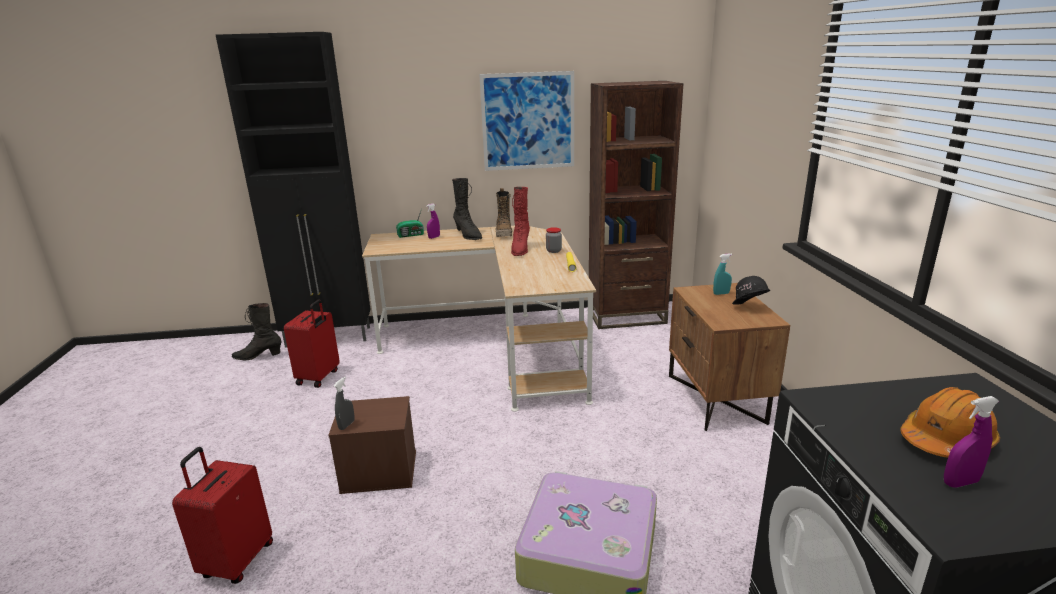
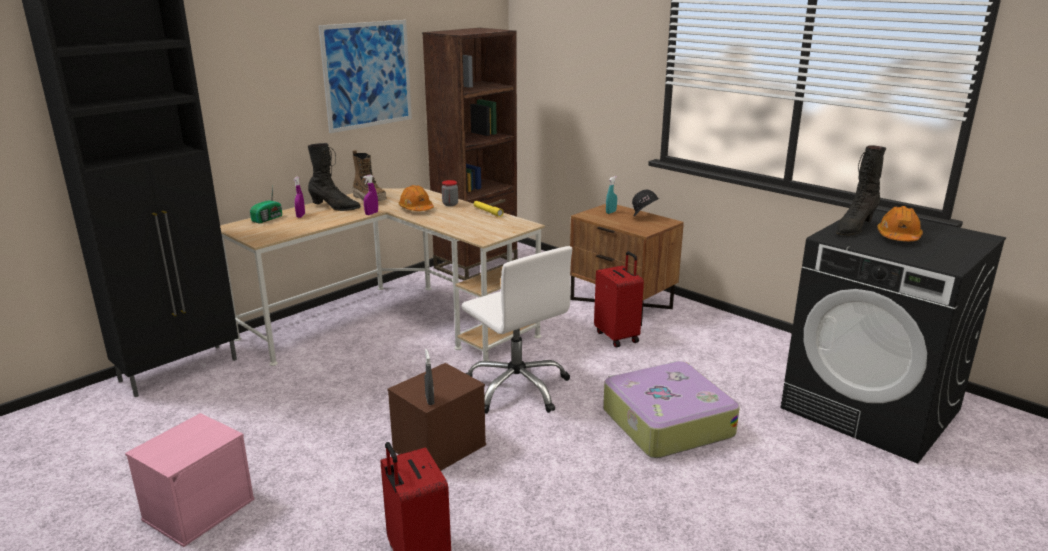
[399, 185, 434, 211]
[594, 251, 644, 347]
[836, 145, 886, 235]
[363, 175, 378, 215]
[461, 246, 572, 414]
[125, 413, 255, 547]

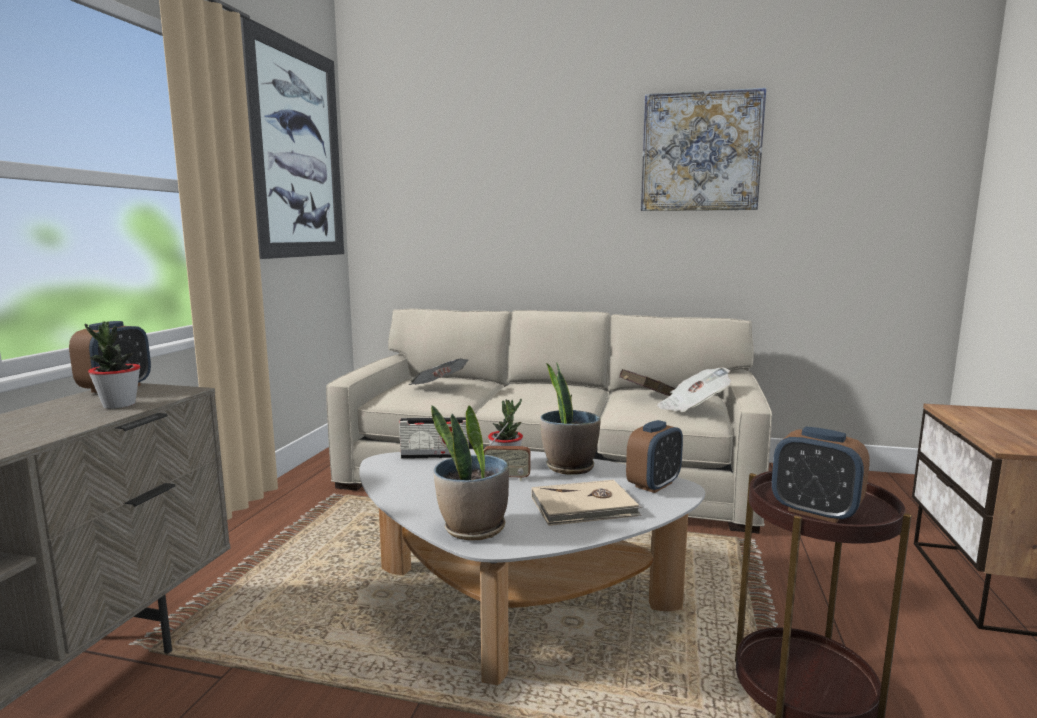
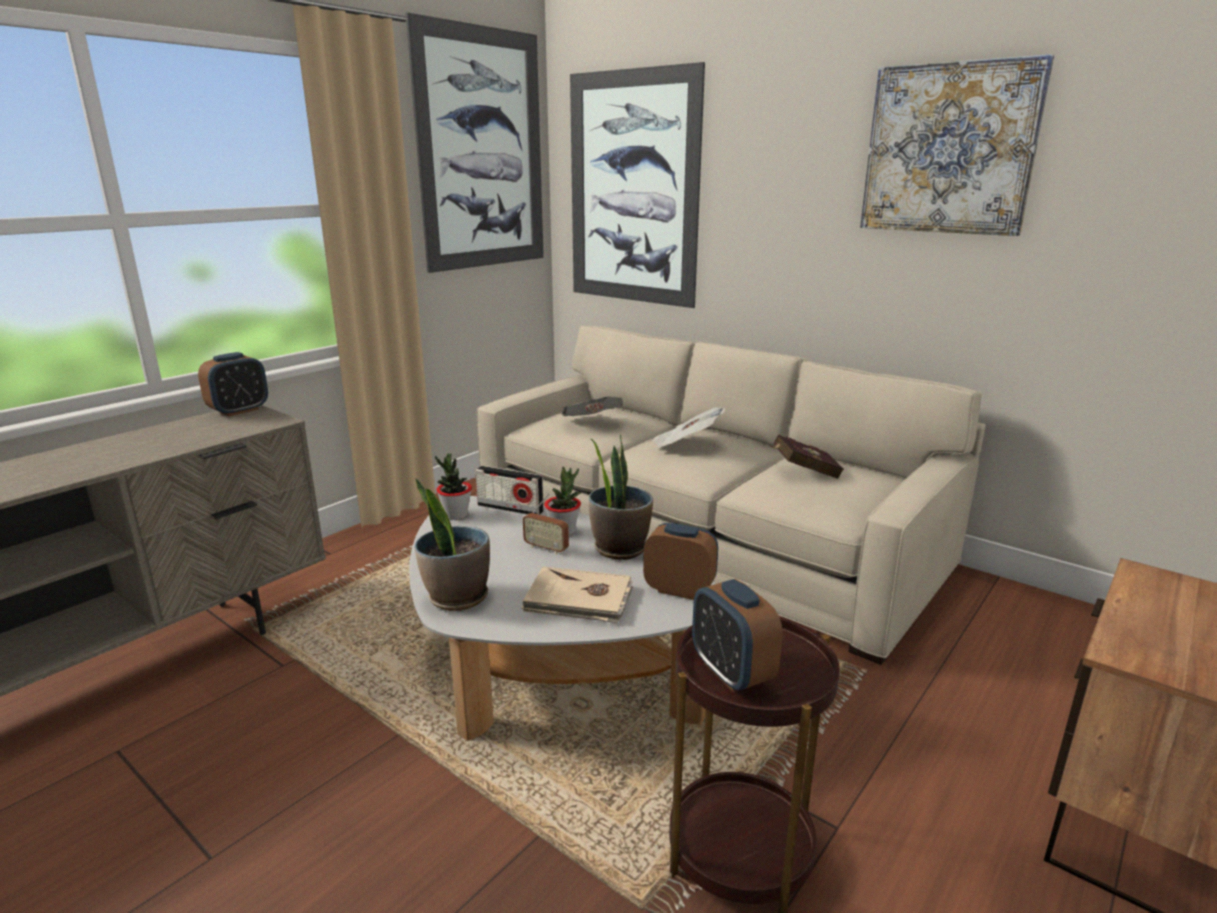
[435, 453, 472, 520]
[653, 407, 725, 448]
[643, 523, 718, 600]
[570, 62, 705, 308]

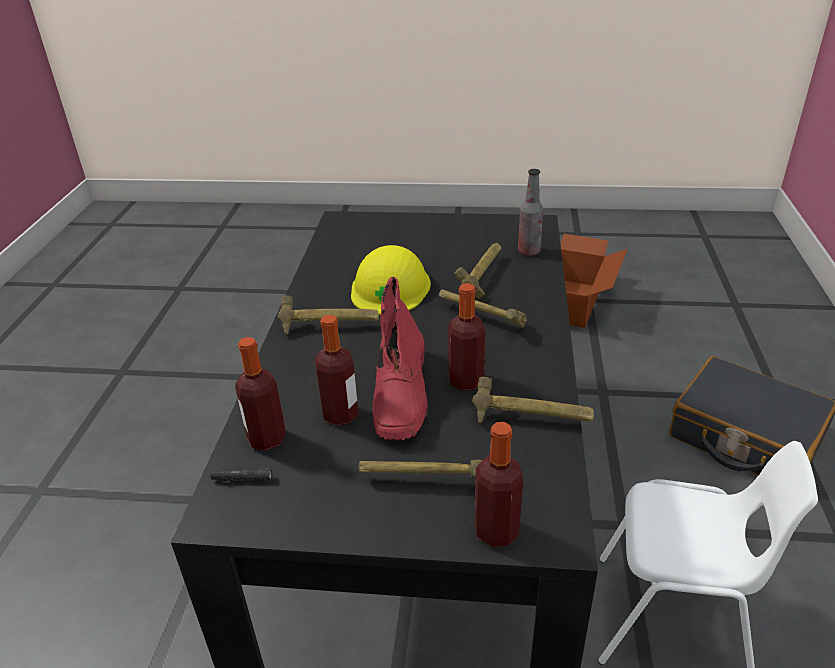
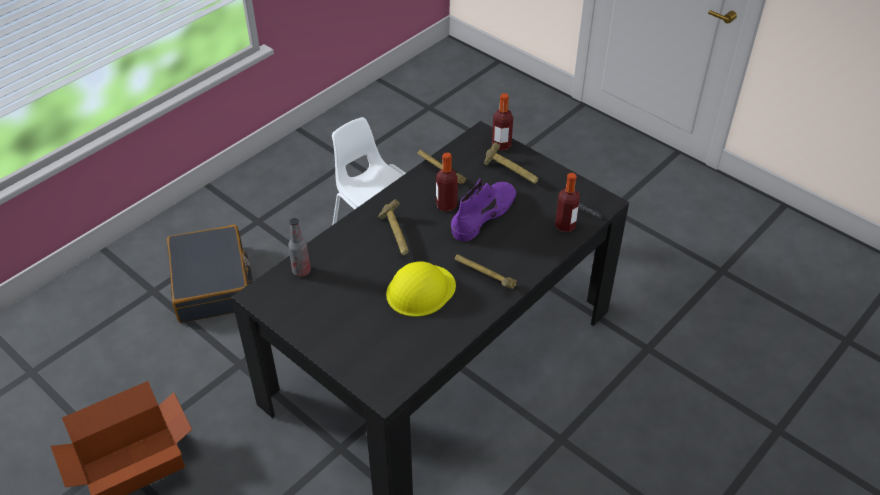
[454, 243, 501, 299] (first image)
[451, 178, 516, 241]
[315, 315, 359, 426] (first image)

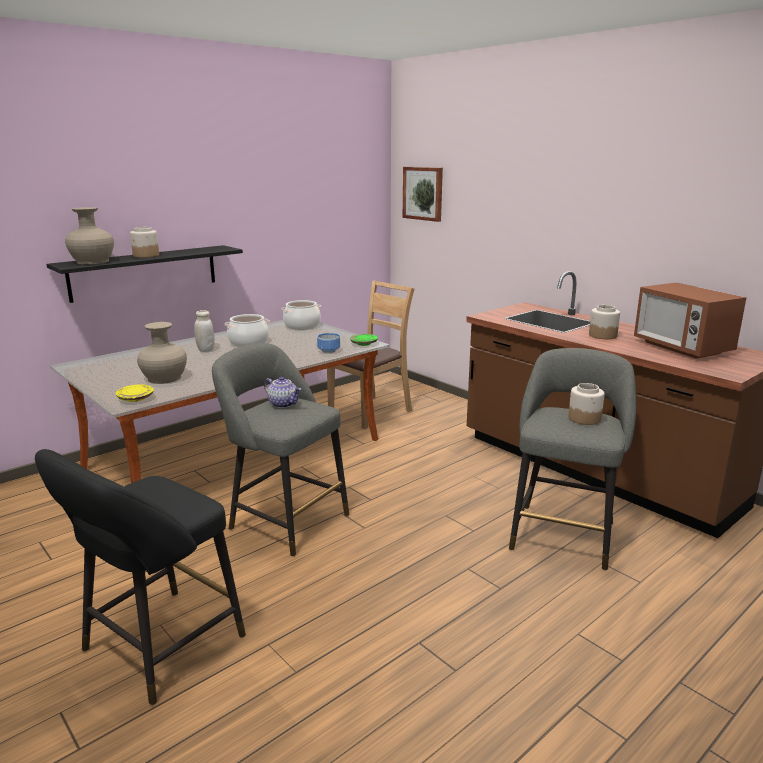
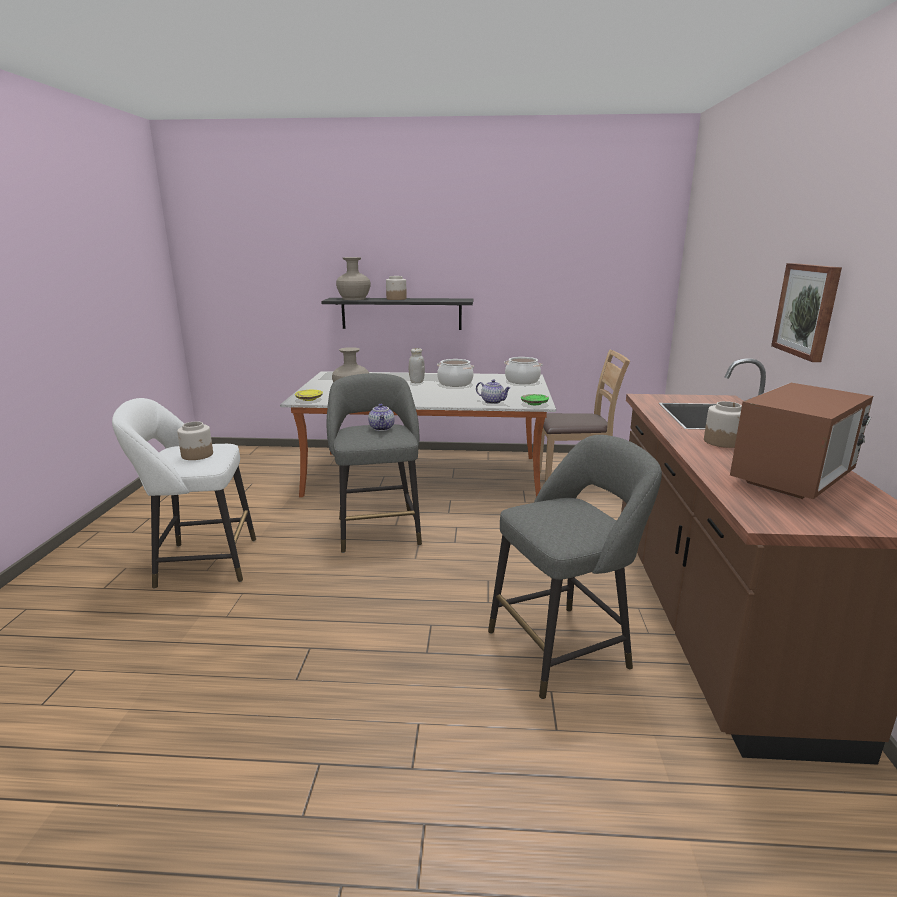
[771, 263, 842, 362]
[730, 383, 873, 499]
[476, 380, 511, 404]
[177, 421, 213, 460]
[112, 398, 256, 589]

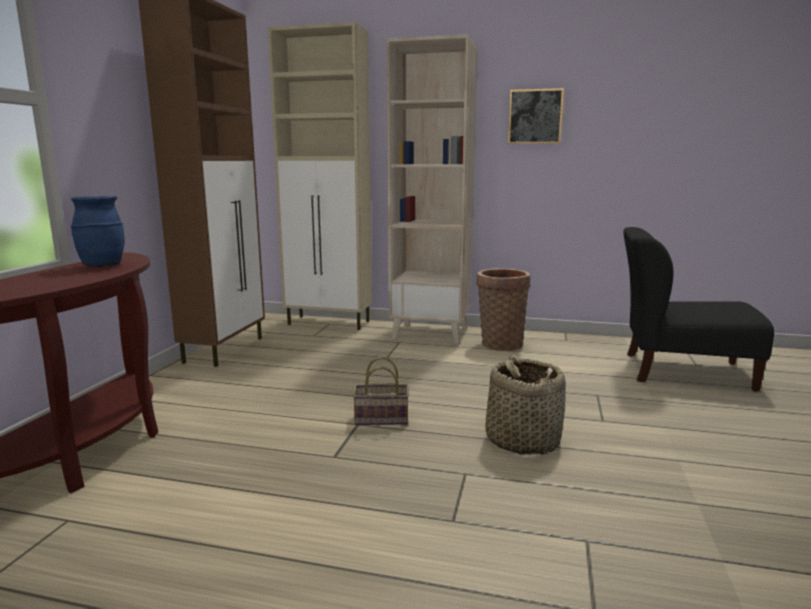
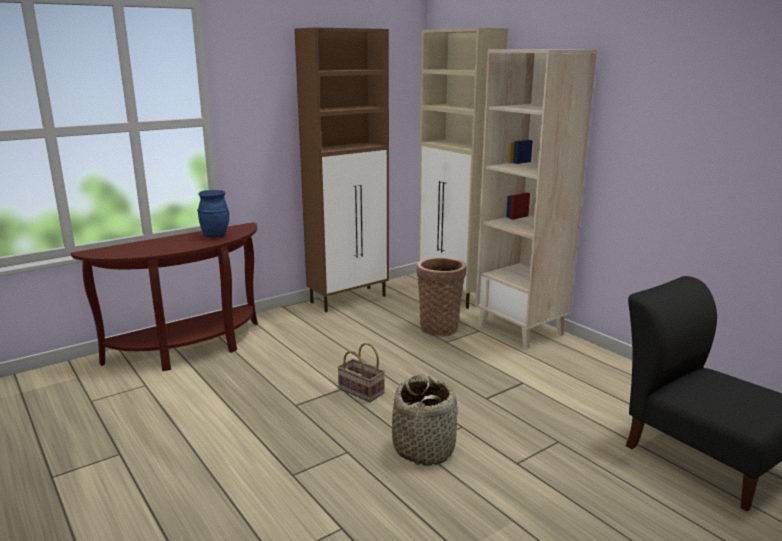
[508, 88, 564, 144] (first image)
[417, 257, 466, 337]

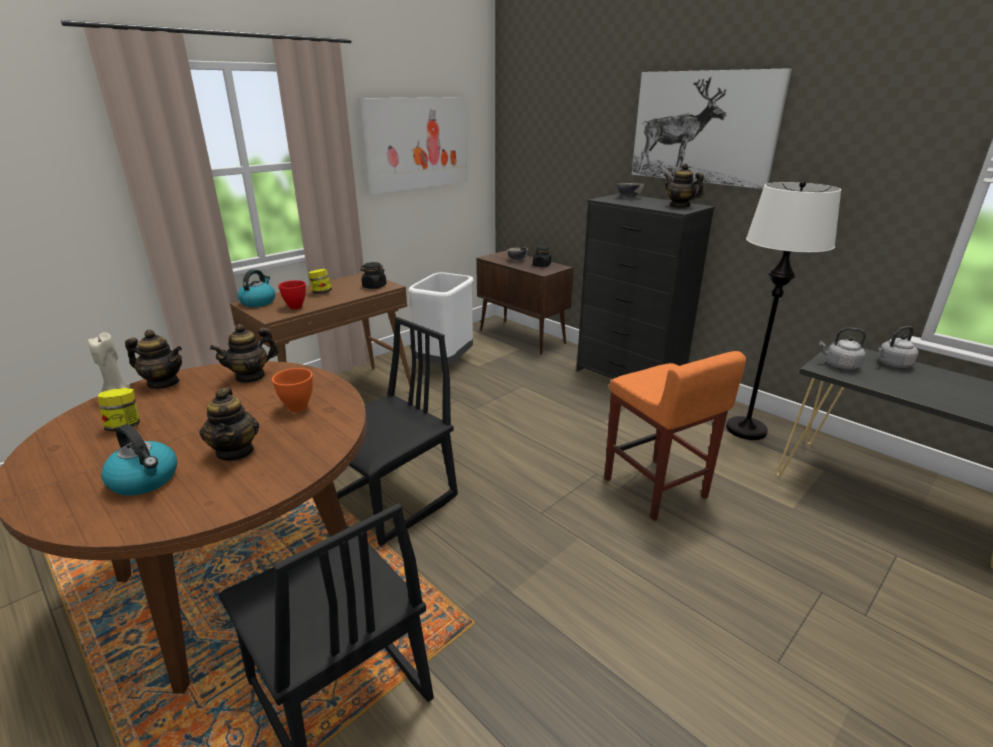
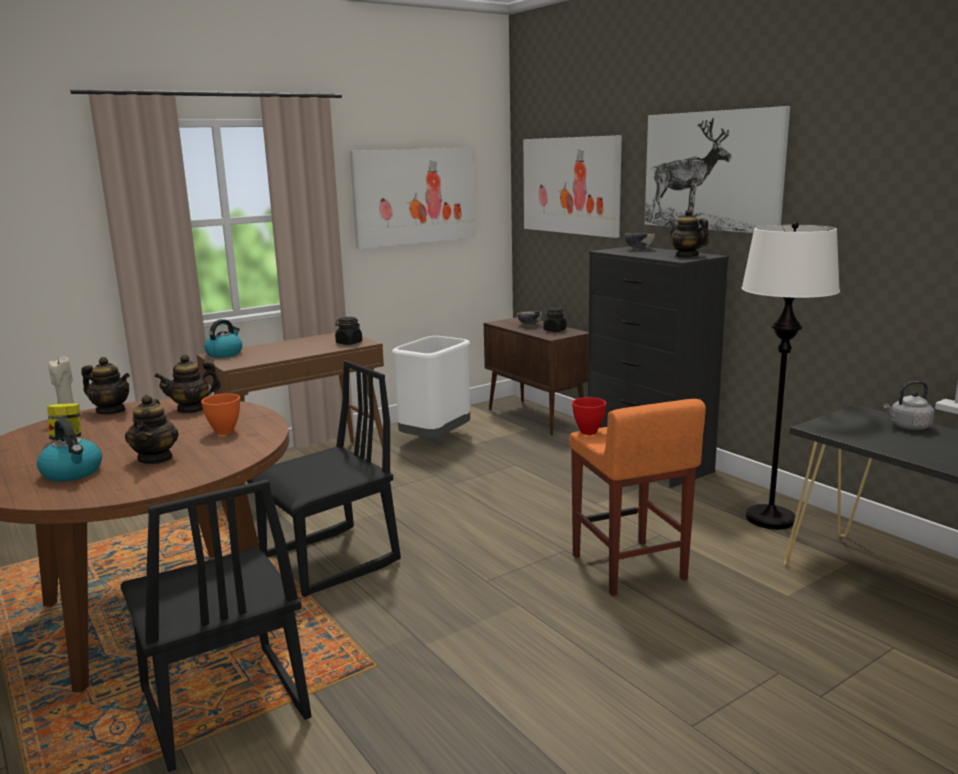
[308, 269, 332, 294] (first image)
[572, 397, 606, 435]
[819, 328, 866, 369] (first image)
[523, 135, 622, 238]

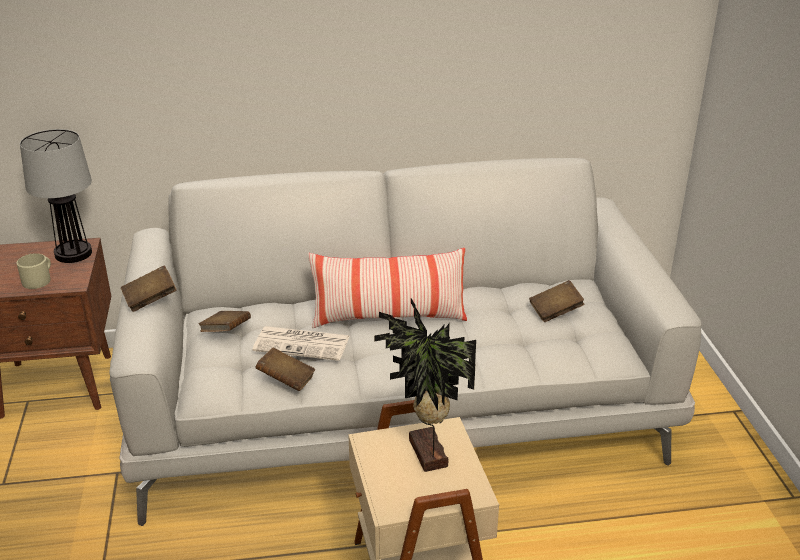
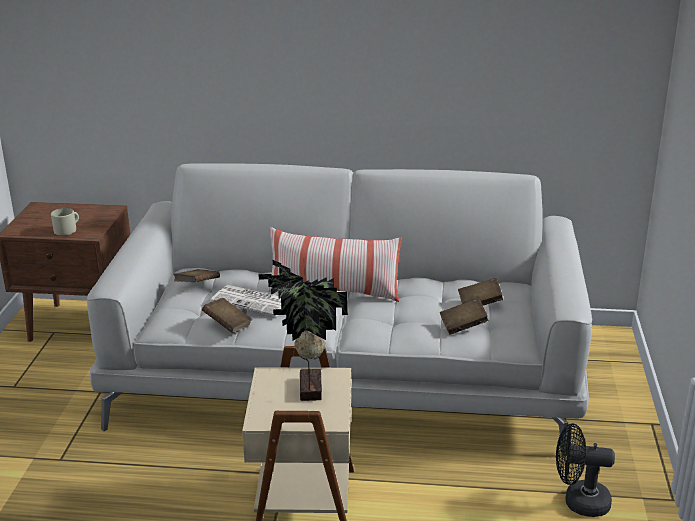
[20, 129, 92, 263] (first image)
[440, 298, 489, 335]
[556, 423, 615, 517]

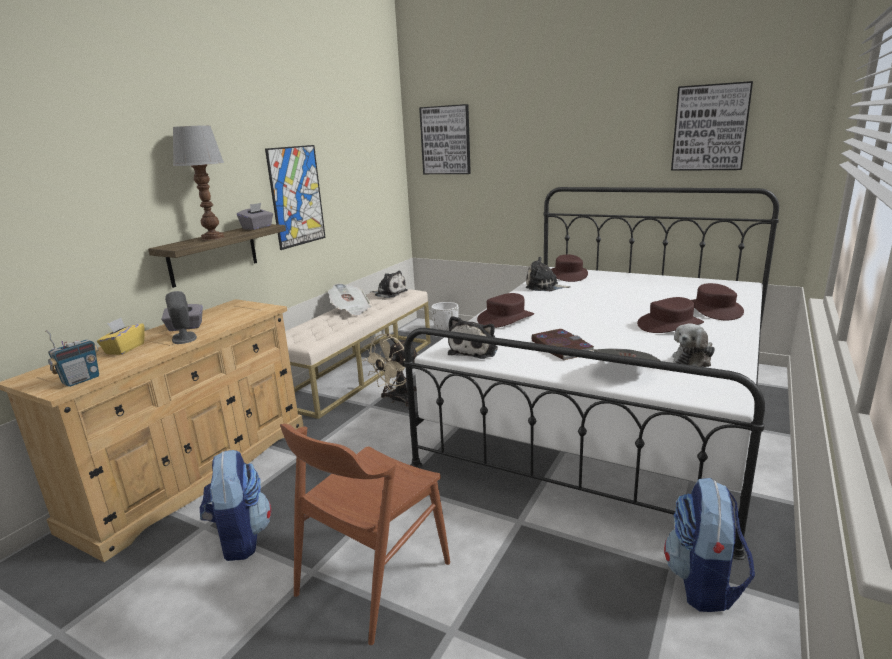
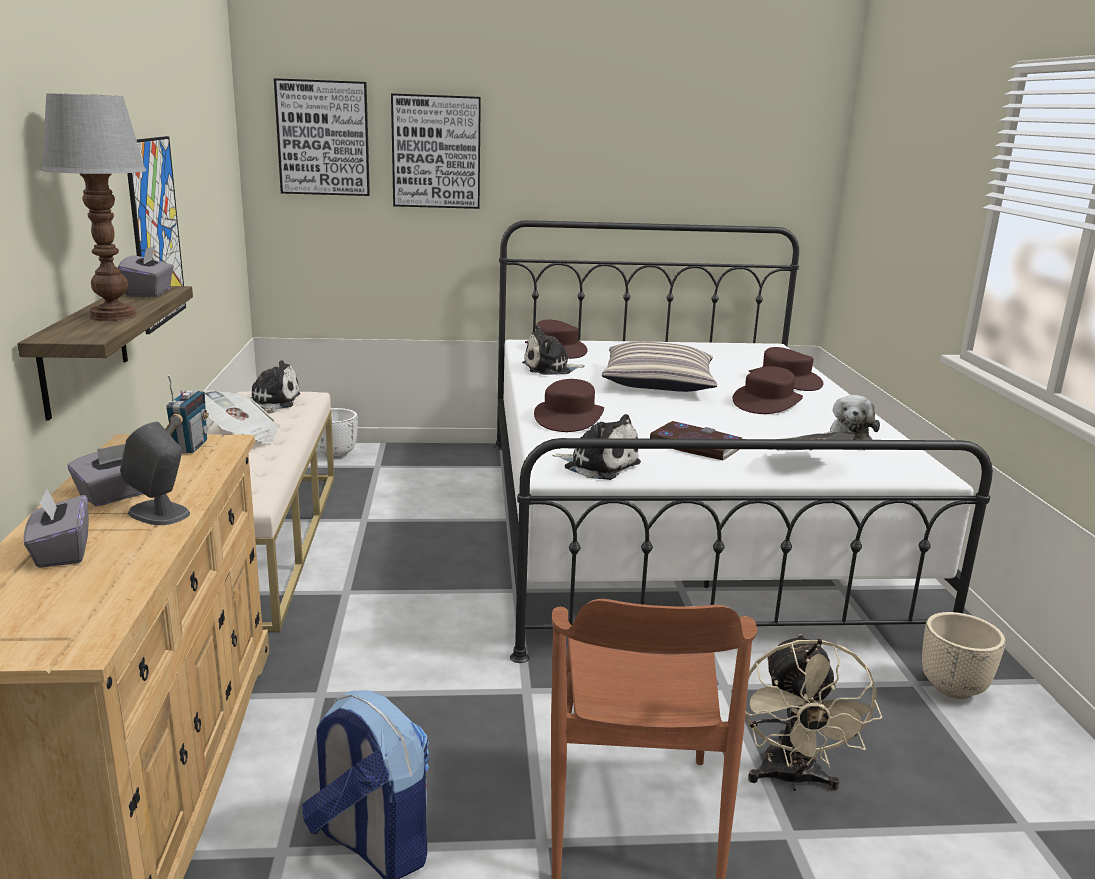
[391, 93, 481, 209]
[552, 414, 641, 480]
[23, 488, 89, 568]
[165, 375, 209, 454]
[745, 634, 882, 791]
[922, 612, 1005, 699]
[602, 342, 717, 392]

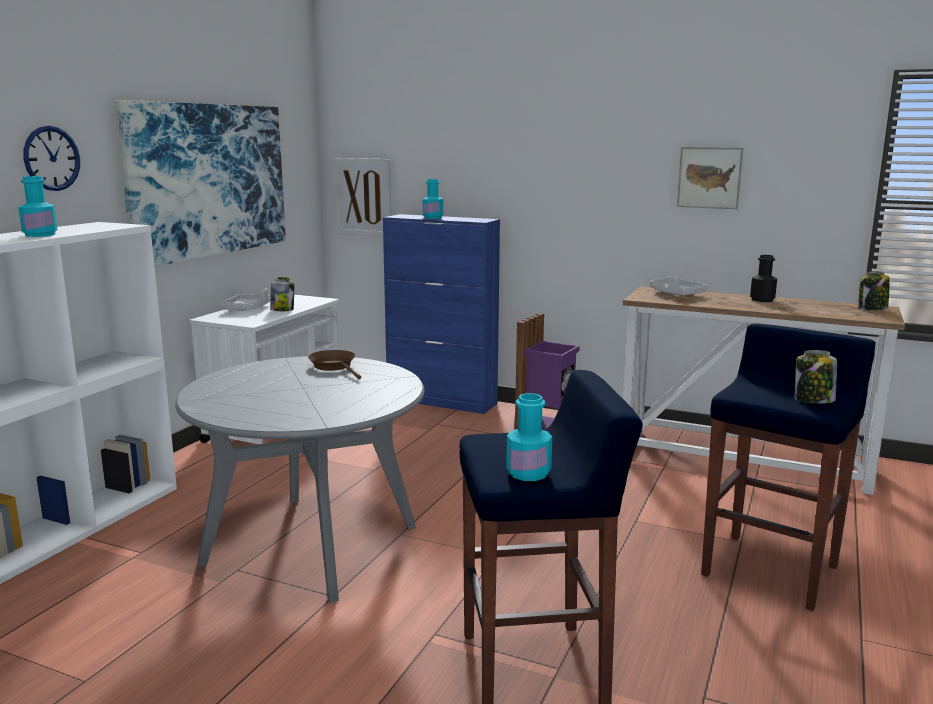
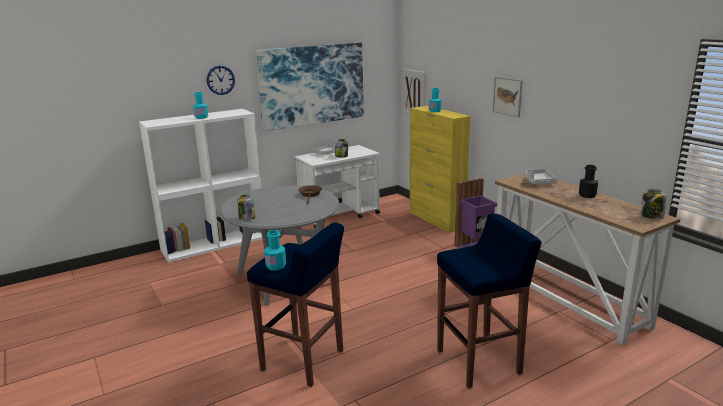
[493, 77, 523, 117]
[410, 106, 471, 233]
[238, 195, 255, 220]

